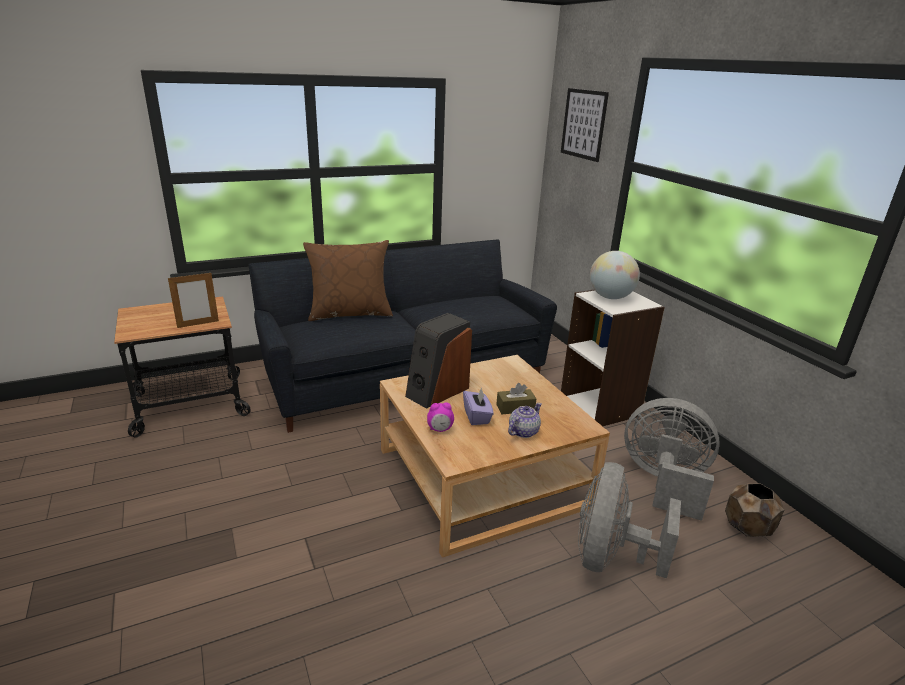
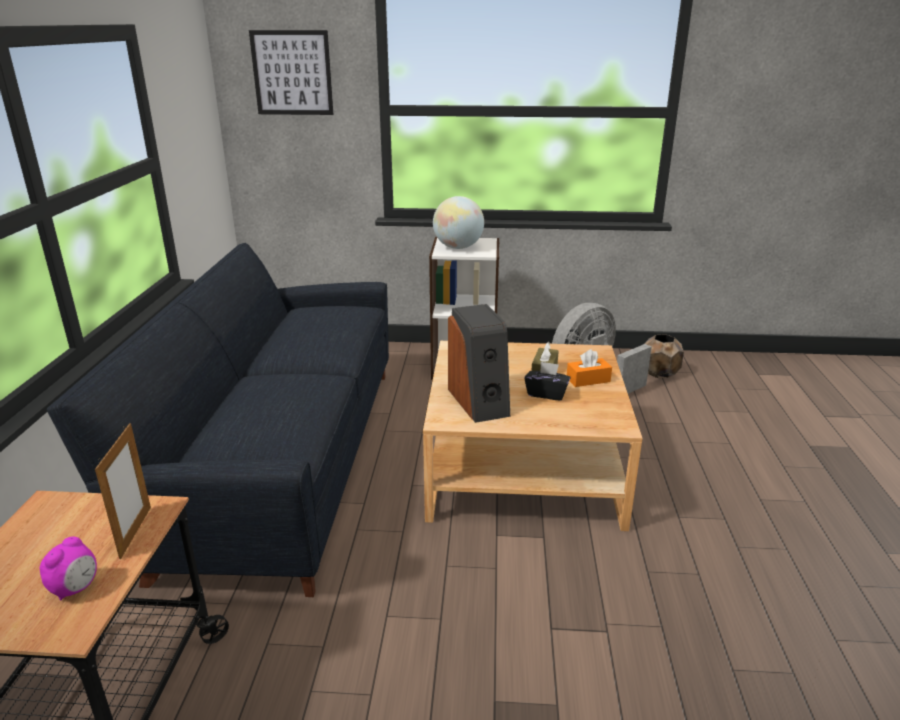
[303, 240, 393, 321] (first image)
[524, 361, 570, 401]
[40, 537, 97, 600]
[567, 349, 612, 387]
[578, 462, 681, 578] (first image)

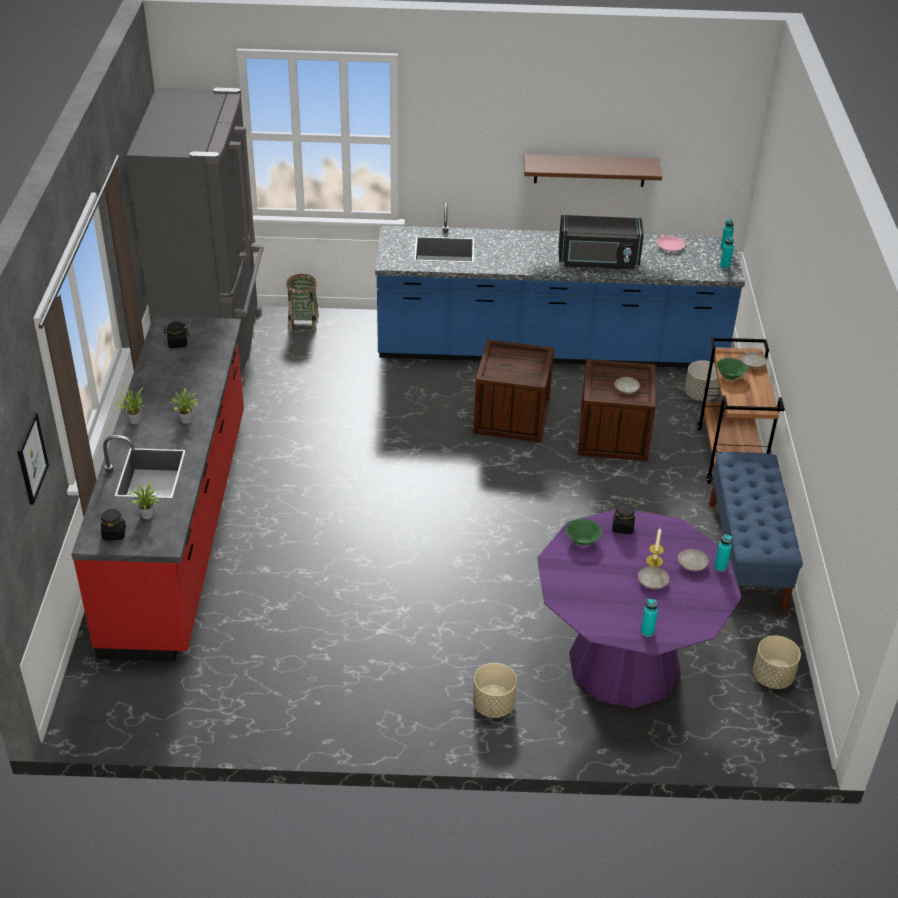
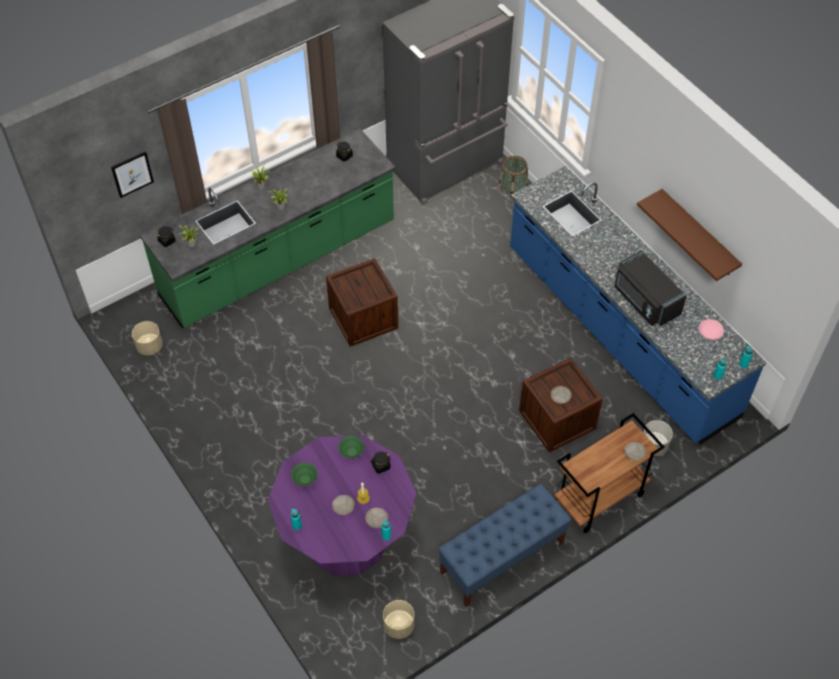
[140, 129, 396, 328]
[326, 258, 398, 347]
[291, 463, 318, 486]
[132, 321, 163, 355]

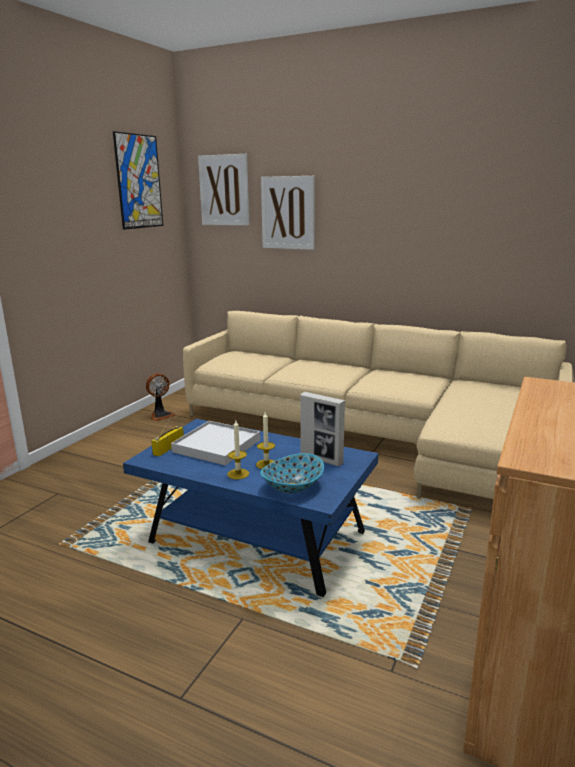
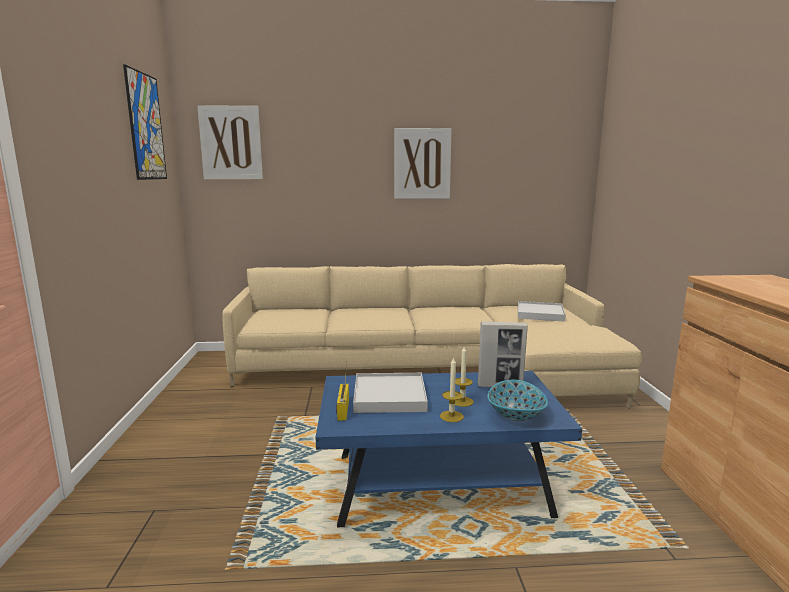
[394, 128, 452, 199]
[146, 373, 175, 421] (first image)
[518, 301, 566, 322]

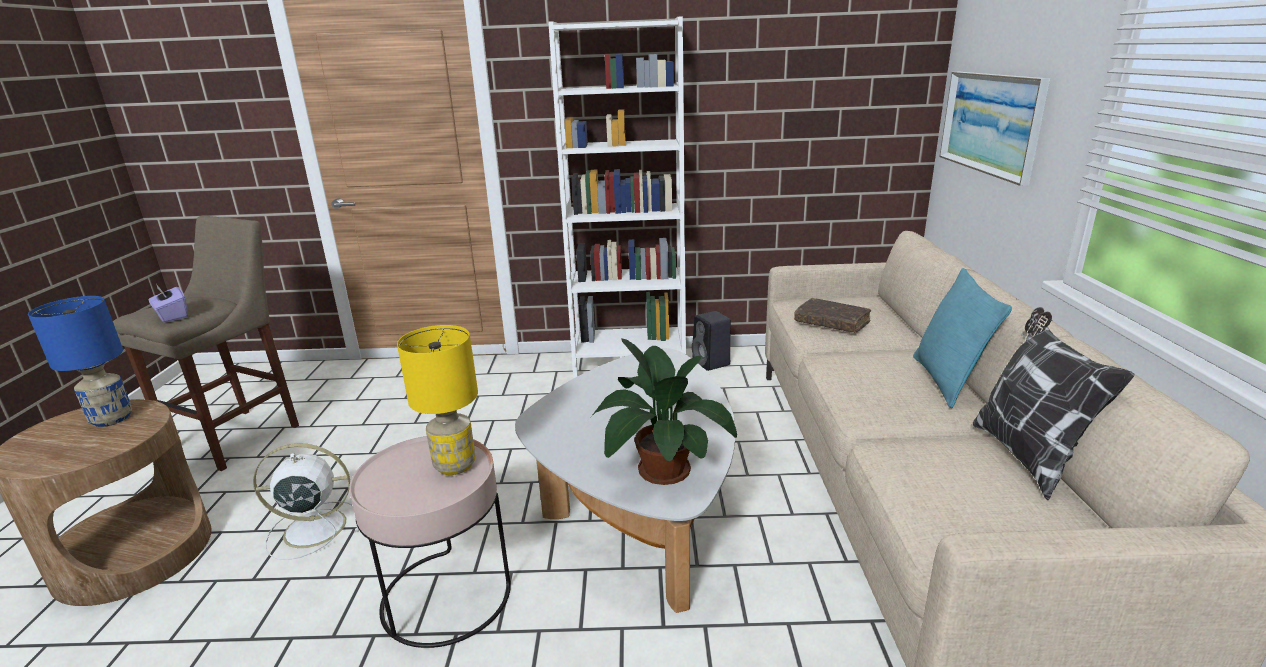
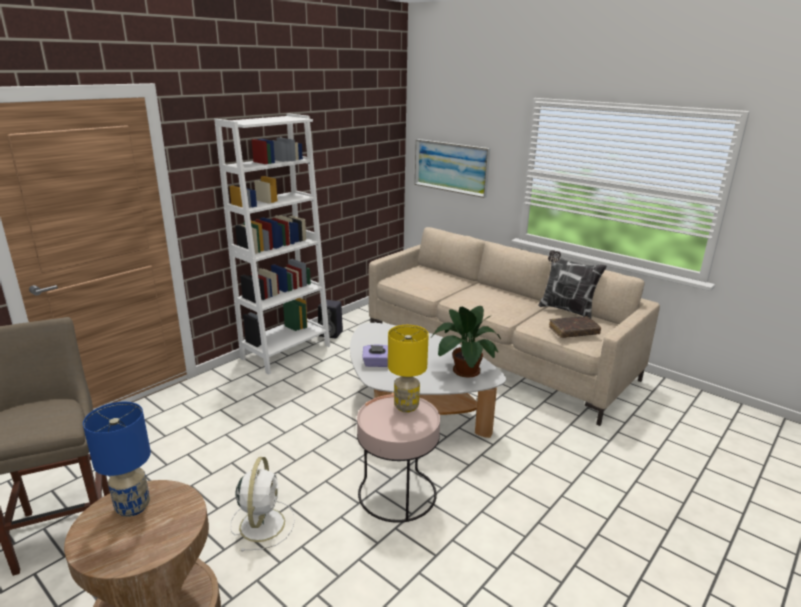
[913, 268, 1012, 408] (first image)
[362, 344, 388, 367]
[549, 316, 601, 338]
[230, 457, 295, 552]

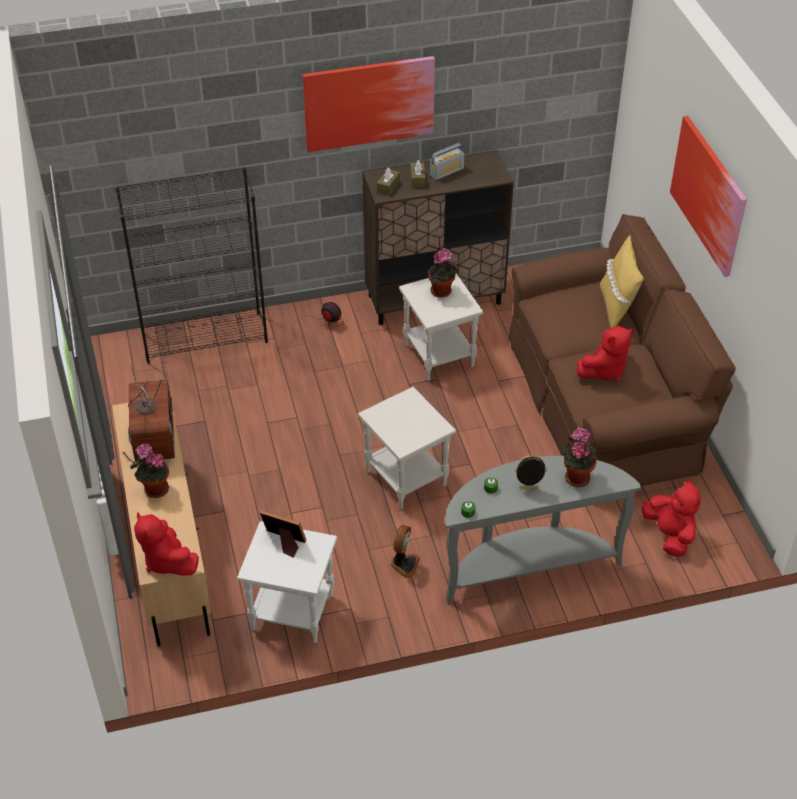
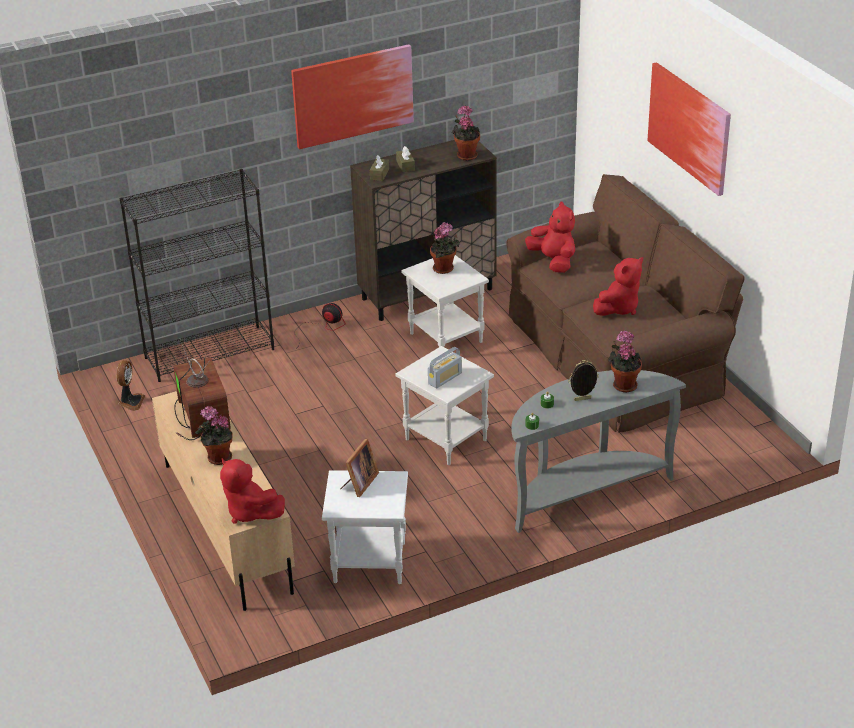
[428, 347, 462, 388]
[600, 236, 644, 328] (first image)
[525, 202, 575, 273]
[340, 439, 379, 497]
[117, 360, 145, 411]
[452, 106, 480, 161]

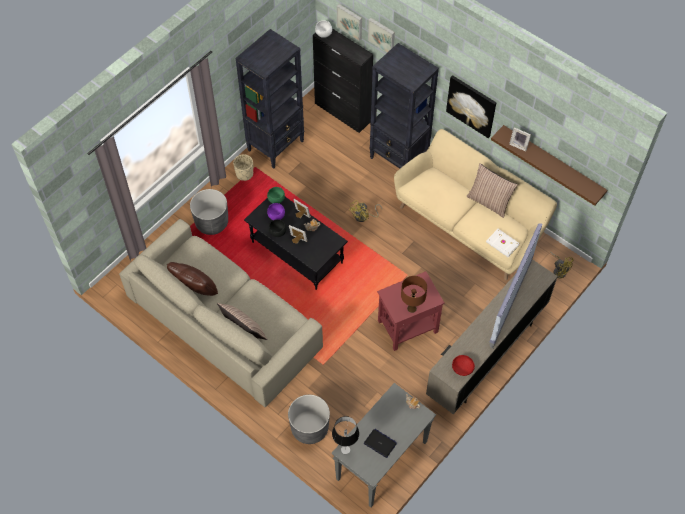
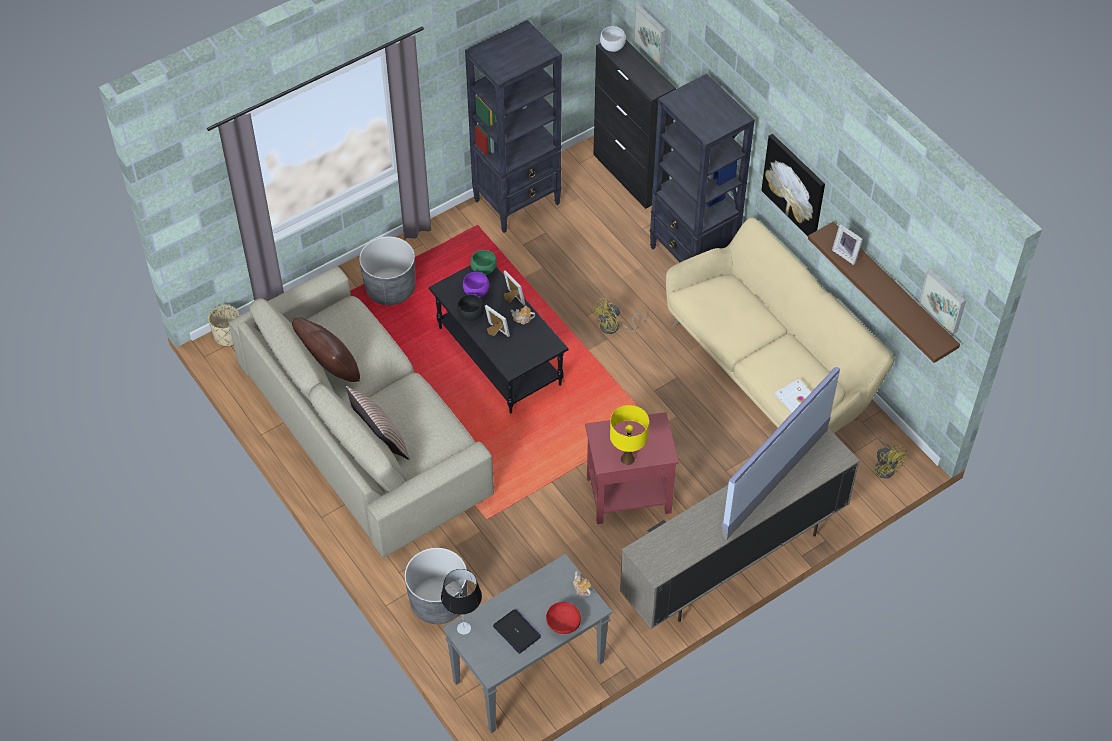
[919, 268, 966, 335]
[208, 305, 239, 346]
[467, 163, 518, 218] (first image)
[610, 405, 649, 465]
[546, 602, 581, 634]

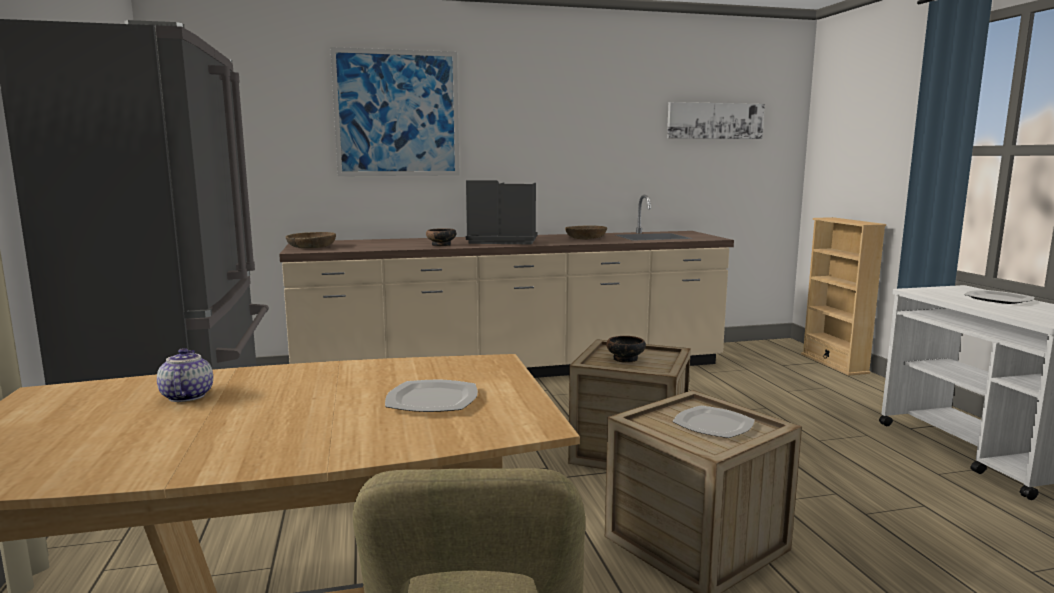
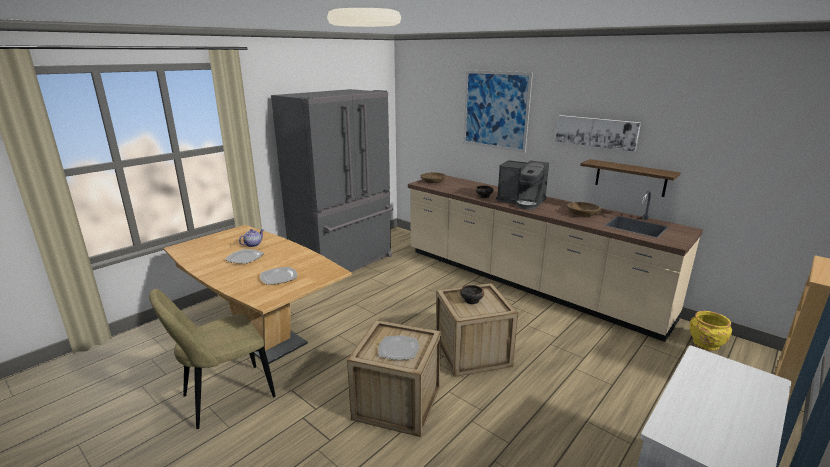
[556, 115, 641, 152]
[496, 160, 549, 210]
[225, 249, 264, 264]
[580, 159, 681, 197]
[690, 311, 732, 351]

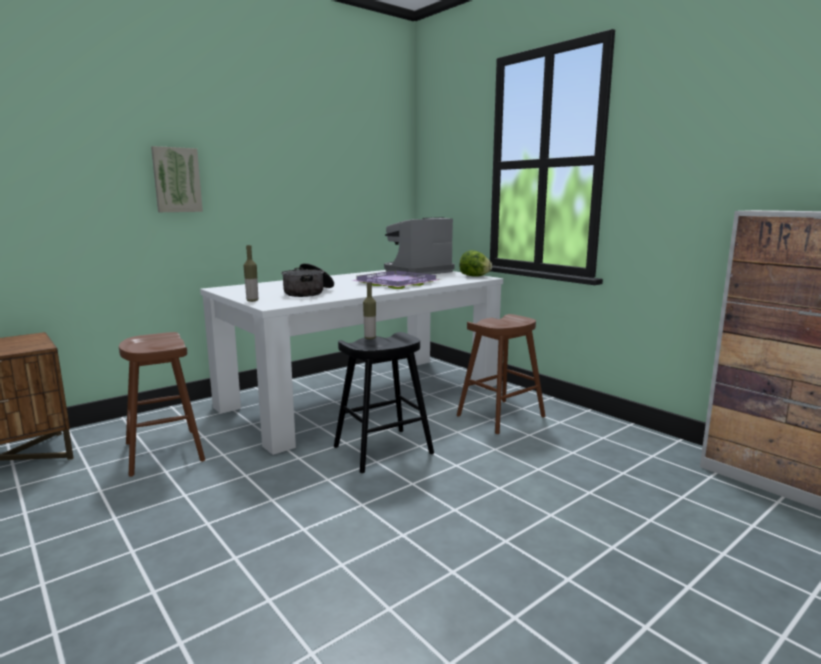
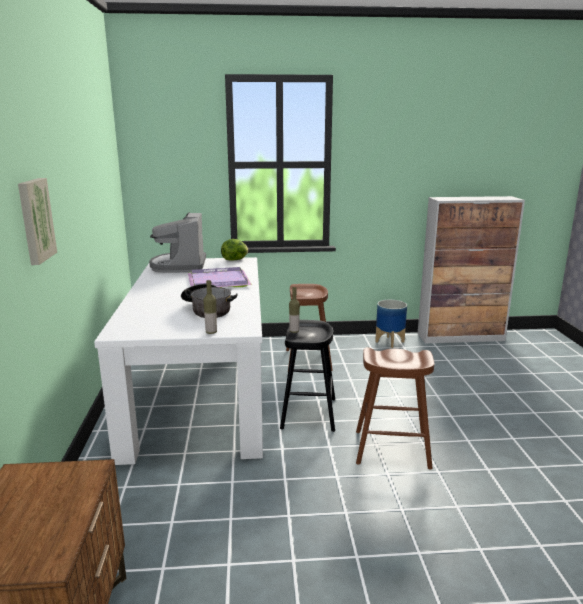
[356, 347, 434, 470]
[375, 300, 407, 348]

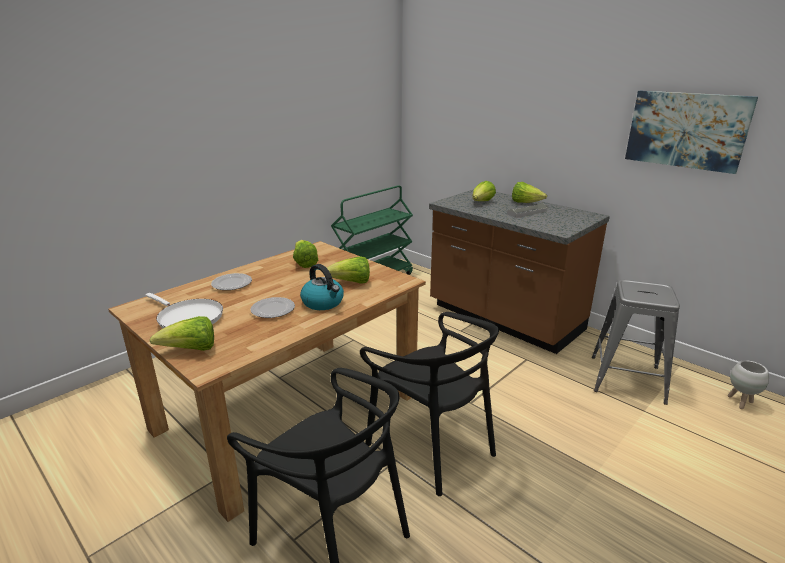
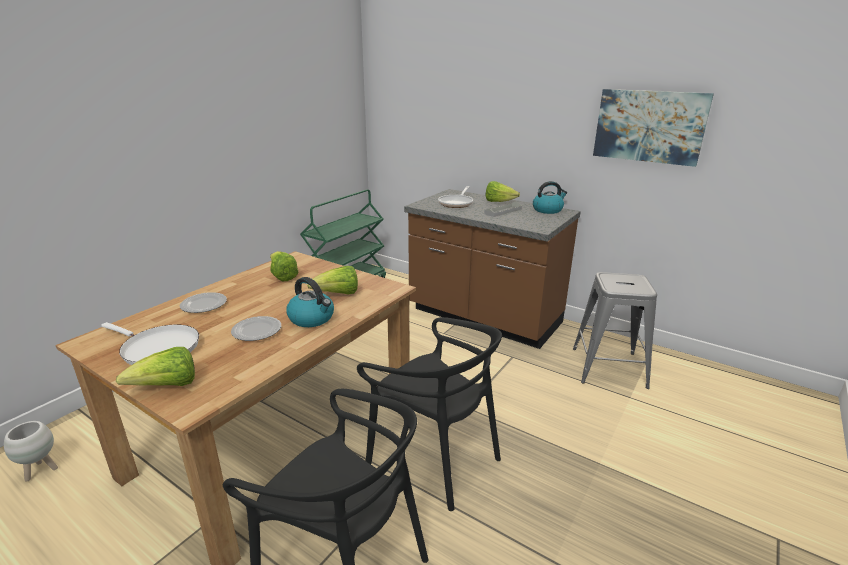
[438, 186, 473, 208]
[4, 421, 58, 482]
[533, 181, 567, 214]

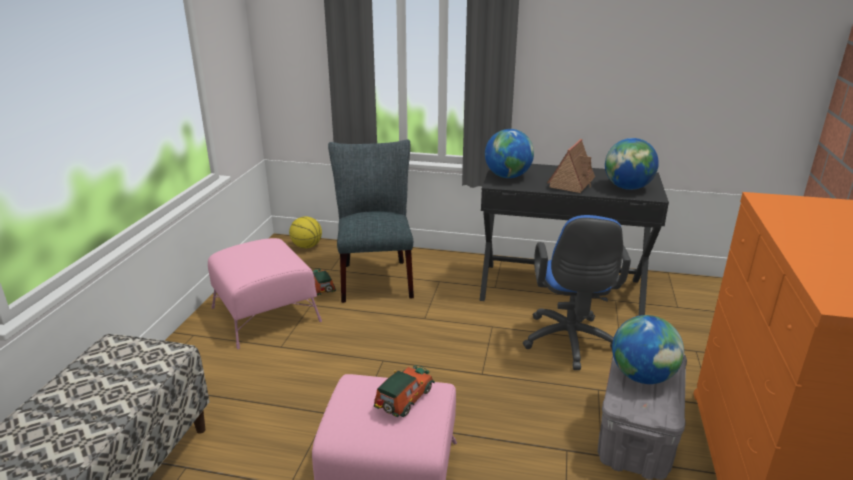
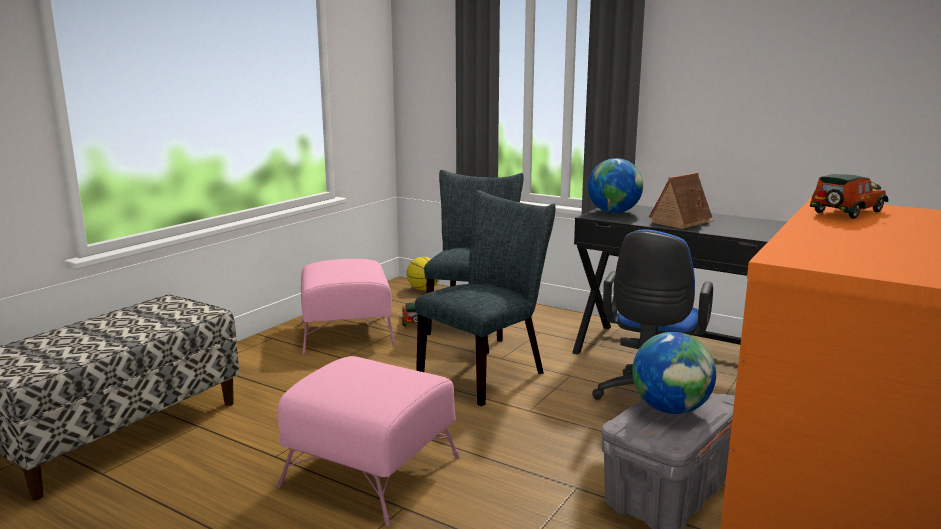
[605, 138, 659, 190] (first image)
[810, 174, 888, 219]
[415, 190, 556, 406]

